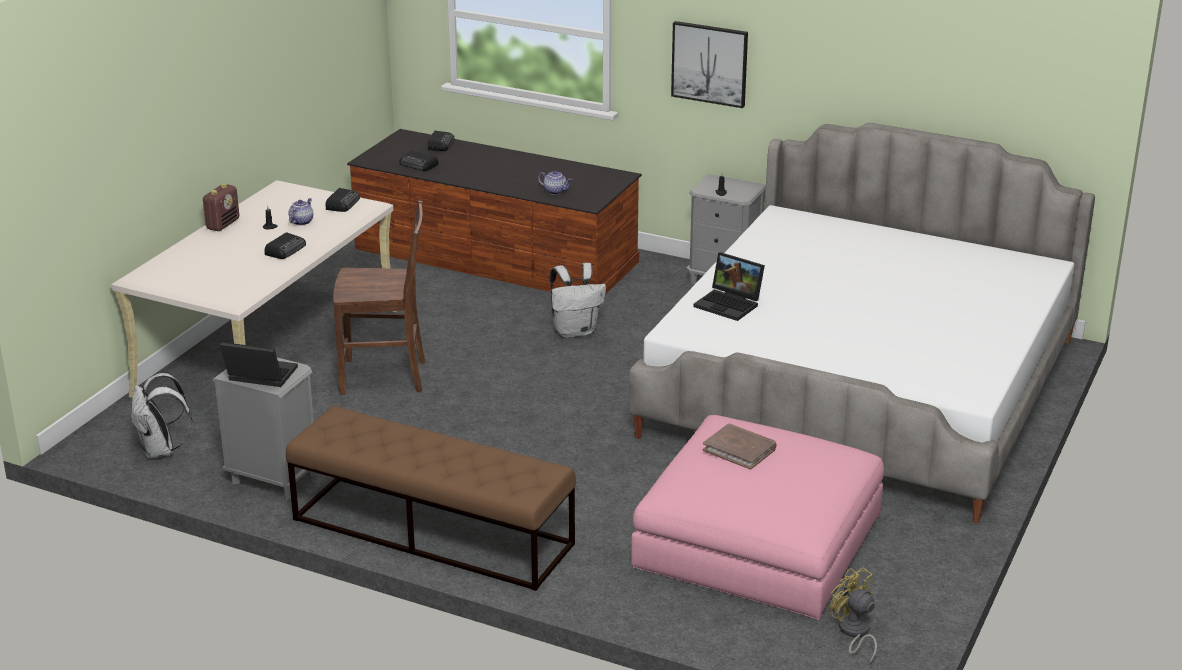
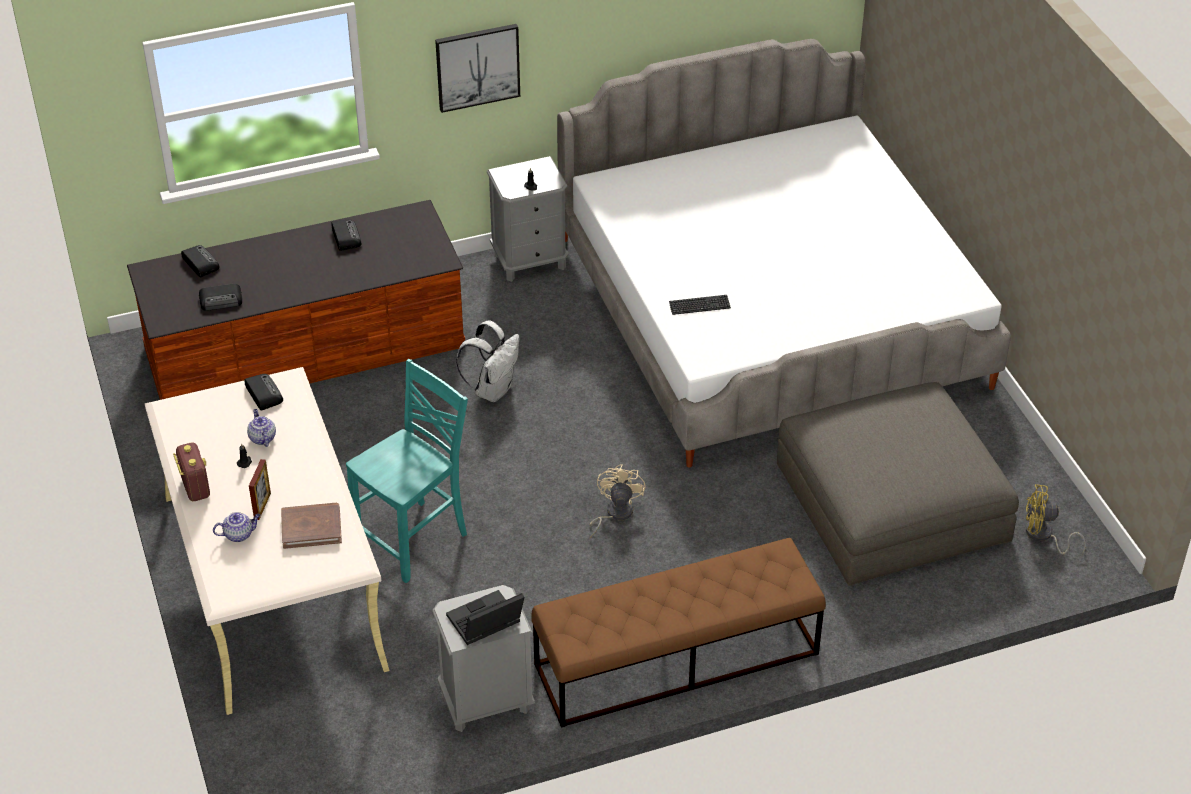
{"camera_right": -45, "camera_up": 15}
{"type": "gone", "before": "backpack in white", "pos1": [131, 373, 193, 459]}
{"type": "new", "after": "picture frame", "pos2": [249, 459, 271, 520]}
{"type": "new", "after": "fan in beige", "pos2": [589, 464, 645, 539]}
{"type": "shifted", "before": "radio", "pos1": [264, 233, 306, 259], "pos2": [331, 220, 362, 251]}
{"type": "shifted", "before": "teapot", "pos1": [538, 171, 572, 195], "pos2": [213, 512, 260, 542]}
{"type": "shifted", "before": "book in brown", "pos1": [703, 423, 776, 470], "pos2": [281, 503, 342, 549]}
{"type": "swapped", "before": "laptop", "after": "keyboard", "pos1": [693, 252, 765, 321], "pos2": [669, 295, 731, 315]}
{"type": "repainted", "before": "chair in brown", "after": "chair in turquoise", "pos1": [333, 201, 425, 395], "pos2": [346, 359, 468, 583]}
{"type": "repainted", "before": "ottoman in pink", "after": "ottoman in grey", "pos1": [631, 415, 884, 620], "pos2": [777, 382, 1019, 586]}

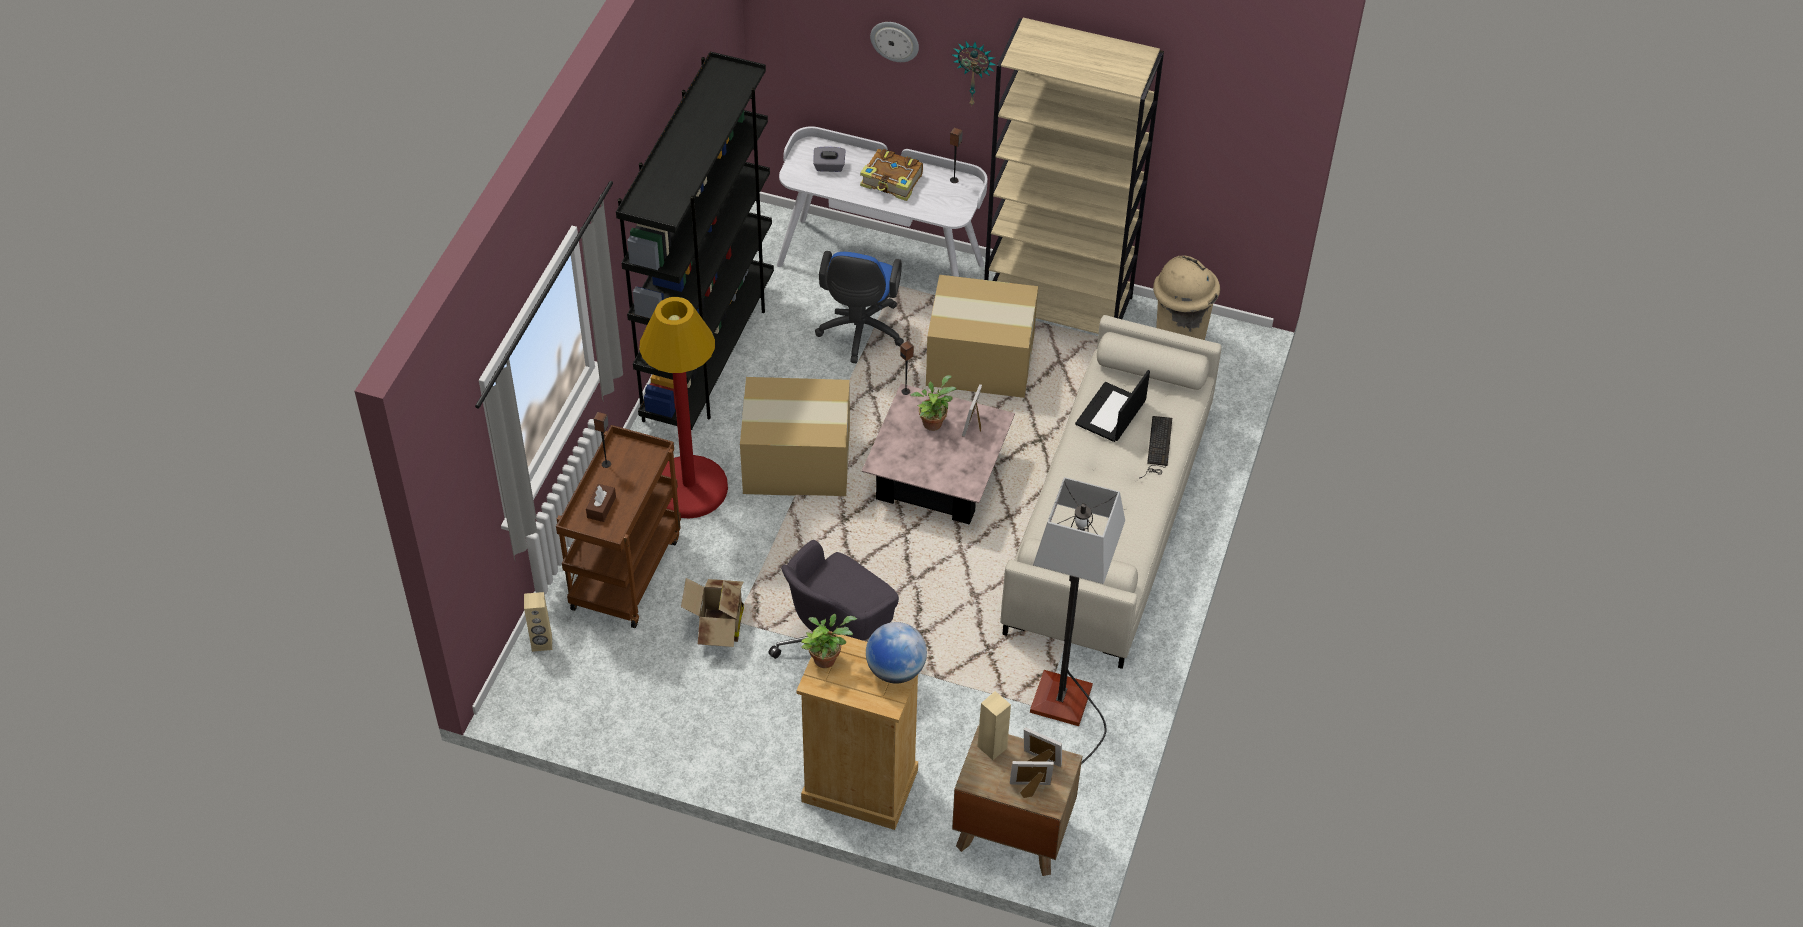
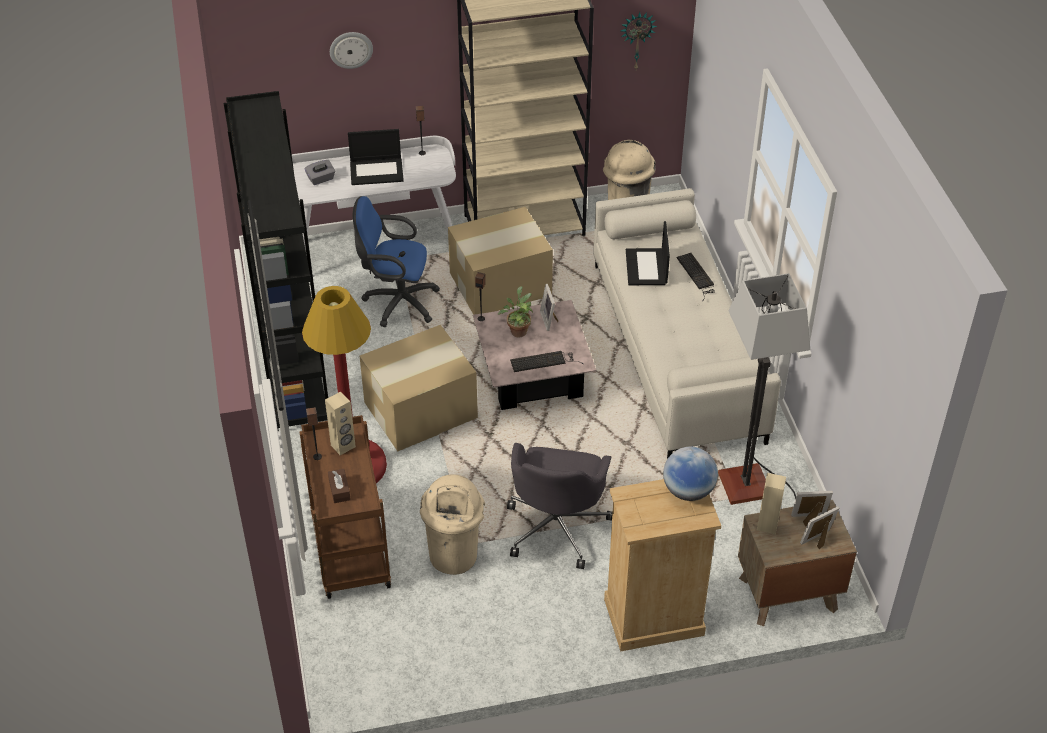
{"camera_right": -30, "camera_up": -5}
{"type": "gone", "before": "potted plant", "pos1": [801, 614, 857, 668]}
{"type": "new", "after": "keyboard", "pos2": [510, 351, 584, 372]}
{"type": "shifted", "before": "speaker in beige", "pos1": [524, 592, 552, 652], "pos2": [325, 392, 356, 455]}
{"type": "shifted", "before": "wall clock", "pos1": [953, 42, 996, 107], "pos2": [621, 12, 657, 69]}
{"type": "swapped", "before": "cardboard box", "after": "trash can in beige", "pos1": [681, 578, 744, 647], "pos2": [420, 474, 485, 575]}
{"type": "swapped", "before": "book", "after": "laptop", "pos1": [860, 149, 923, 201], "pos2": [348, 129, 404, 185]}
{"type": "rotated", "before": "office chair in blue", "pos1": [815, 251, 904, 363], "pos2": [353, 196, 440, 327], "turn": 120}

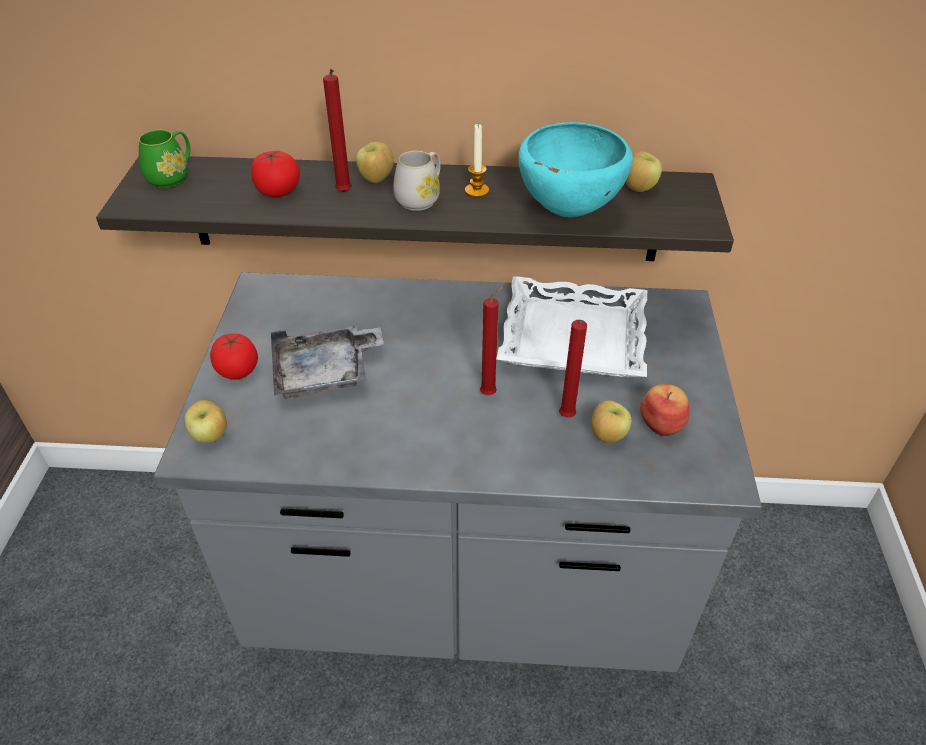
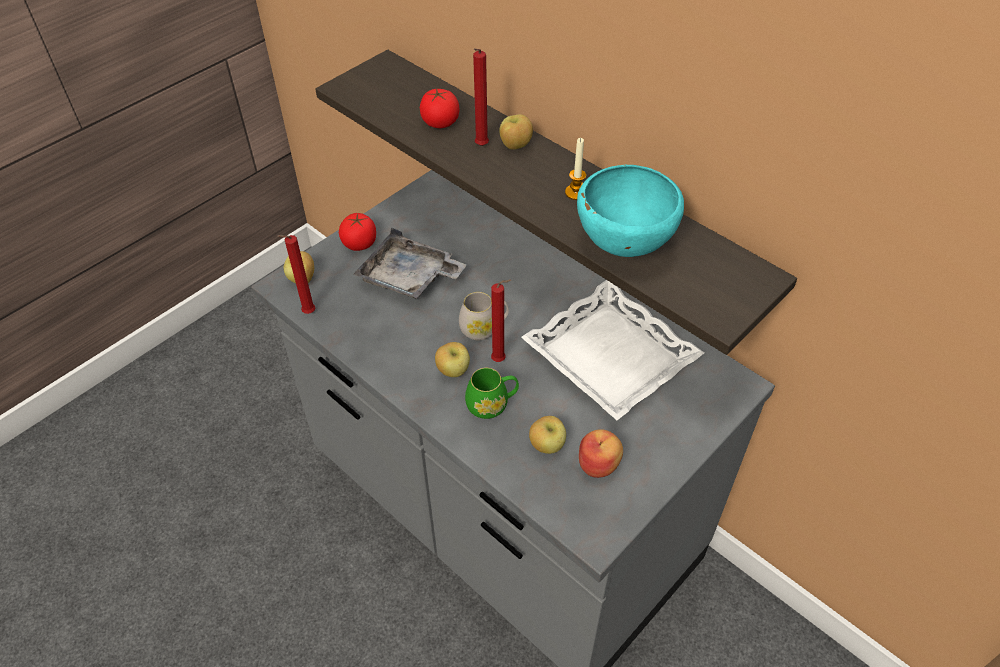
{"camera_right": 40, "camera_up": 5}
{"type": "shifted", "before": "mug in green", "pos1": [139, 130, 191, 188], "pos2": [465, 368, 519, 419]}
{"type": "shifted", "before": "mug in white", "pos1": [393, 150, 441, 211], "pos2": [459, 292, 509, 340]}
{"type": "shifted", "before": "candle in red", "pos1": [559, 320, 587, 417], "pos2": [277, 235, 315, 314]}
{"type": "shifted", "before": "apple", "pos1": [626, 151, 662, 192], "pos2": [435, 342, 470, 377]}

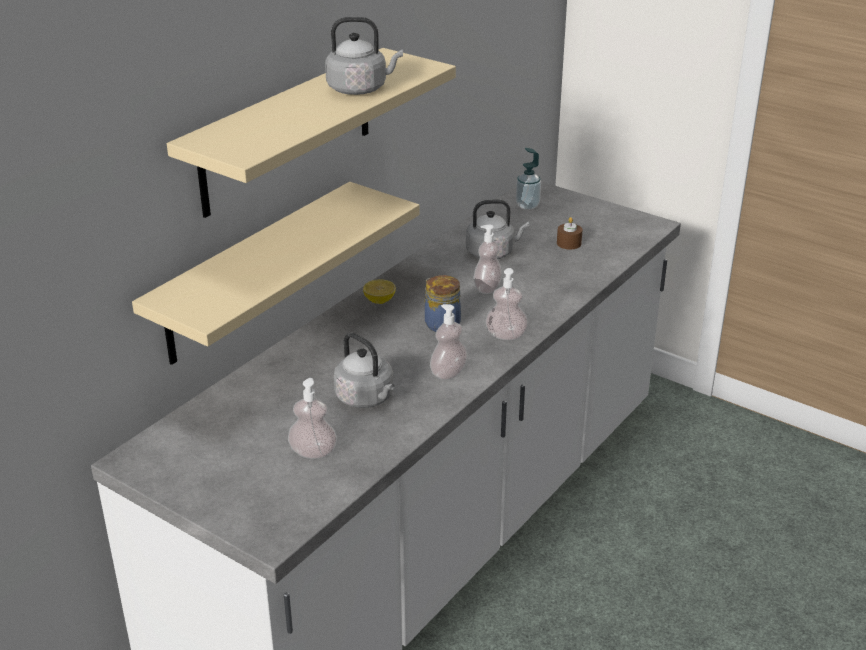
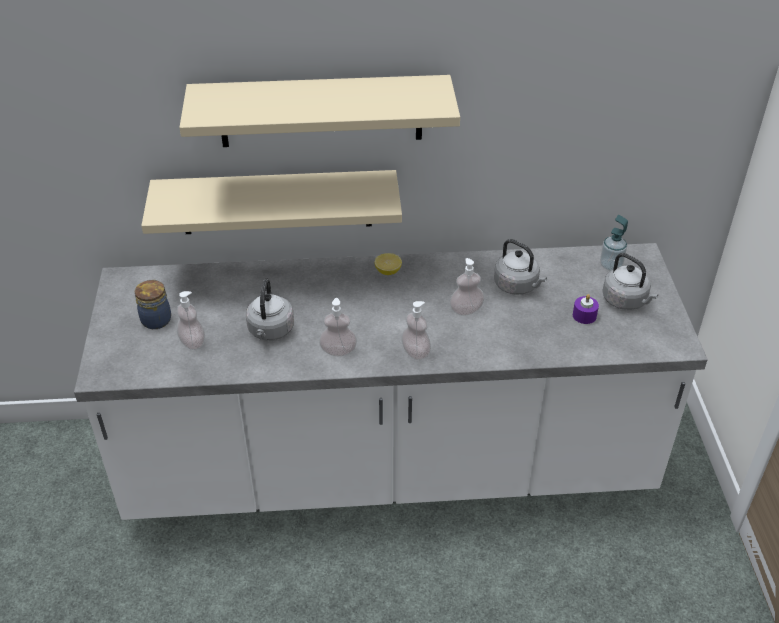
{"camera_right": 50, "camera_up": 10}
{"type": "shifted", "before": "kettle in grey", "pos1": [325, 17, 403, 95], "pos2": [602, 253, 658, 310]}
{"type": "shifted", "before": "jar", "pos1": [425, 275, 461, 332], "pos2": [135, 279, 171, 329]}
{"type": "repainted", "before": "candle in brown", "after": "candle in purple", "pos1": [557, 217, 582, 250], "pos2": [573, 294, 599, 324]}

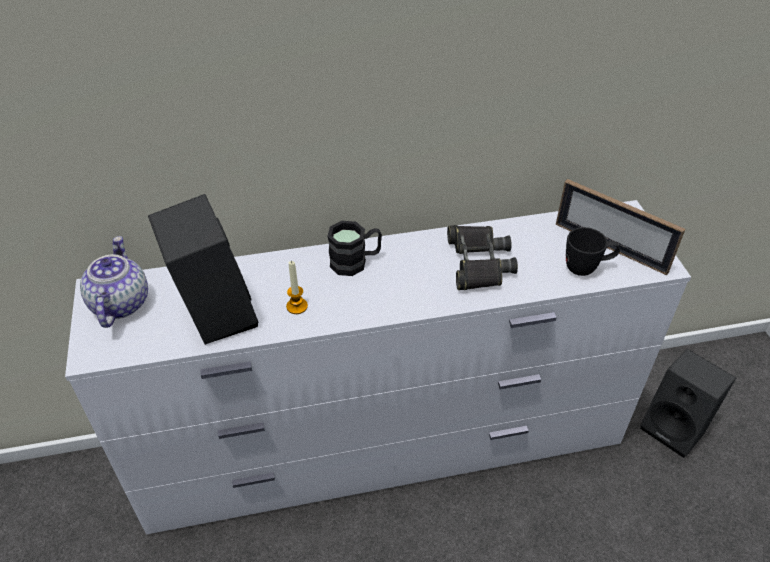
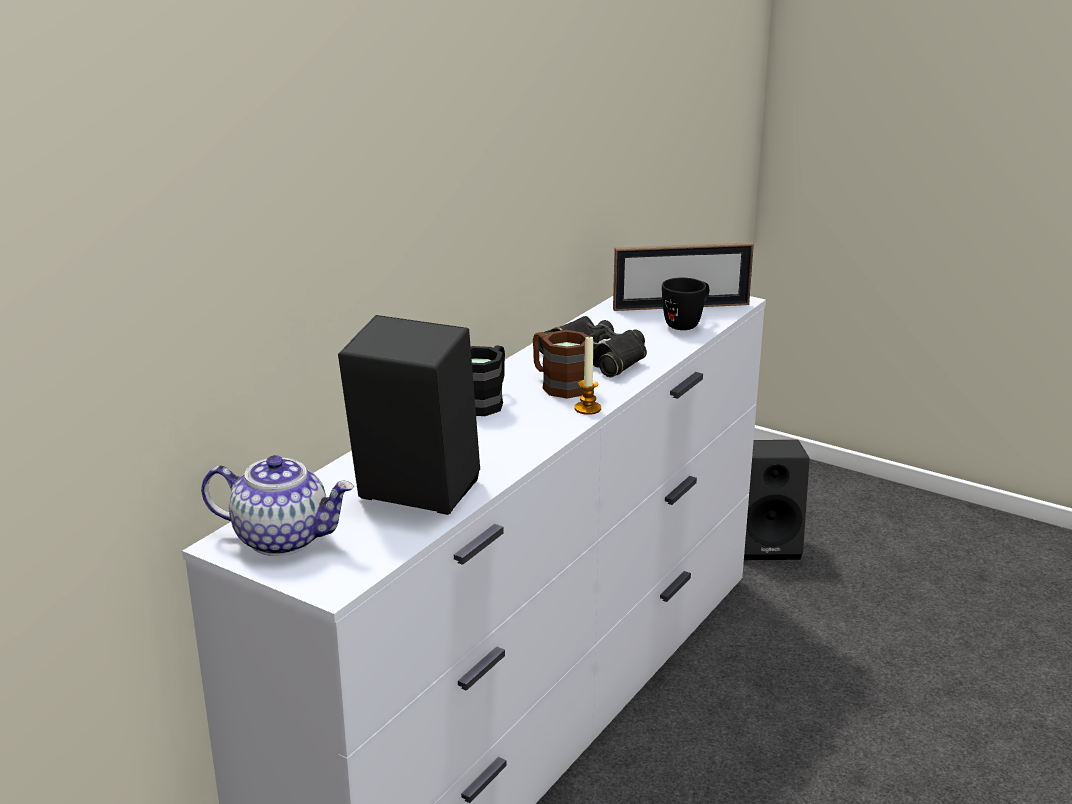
{"camera_right": -45, "camera_up": -20}
{"type": "new", "after": "mug in brown", "pos2": [533, 330, 588, 398]}
{"type": "shifted", "before": "candle", "pos1": [286, 261, 308, 314], "pos2": [575, 335, 601, 415]}
{"type": "rotated", "before": "teapot", "pos1": [80, 236, 148, 328], "pos2": [201, 455, 355, 556], "turn": 150}

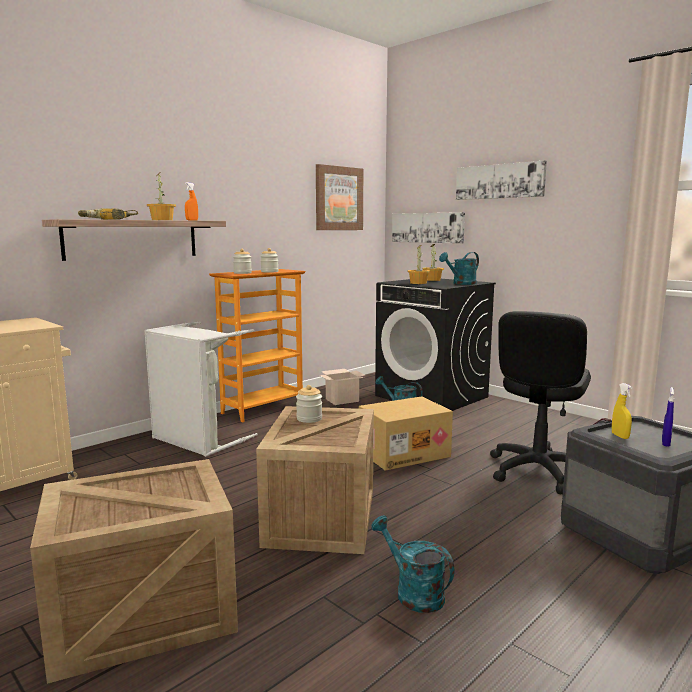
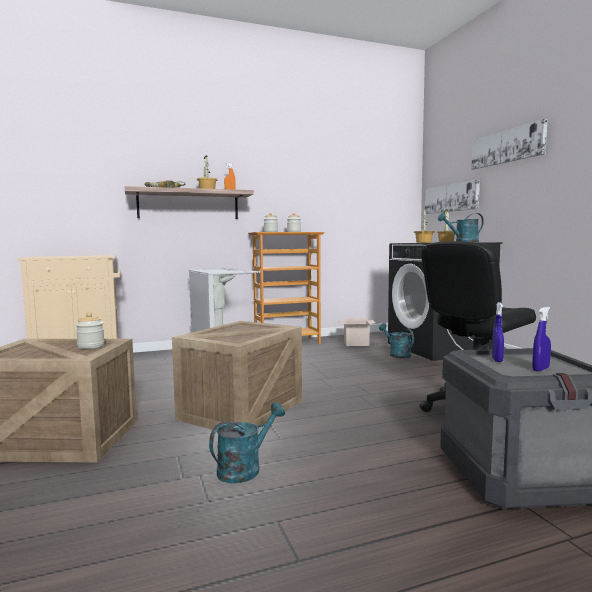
{"camera_right": 25, "camera_up": -5}
{"type": "gone", "before": "picture", "pos1": [316, 164, 363, 230]}
{"type": "gone", "before": "cardboard box", "pos1": [359, 396, 453, 471]}
{"type": "shifted", "before": "jar", "pos1": [296, 385, 322, 423], "pos2": [76, 312, 105, 349]}
{"type": "repainted", "before": "spray bottle in yellow", "after": "spray bottle in blue", "pos1": [612, 383, 633, 439], "pos2": [492, 302, 504, 362]}
{"type": "rotated", "before": "watering can in turquoise", "pos1": [371, 515, 454, 613], "pos2": [209, 402, 285, 483], "turn": 60}

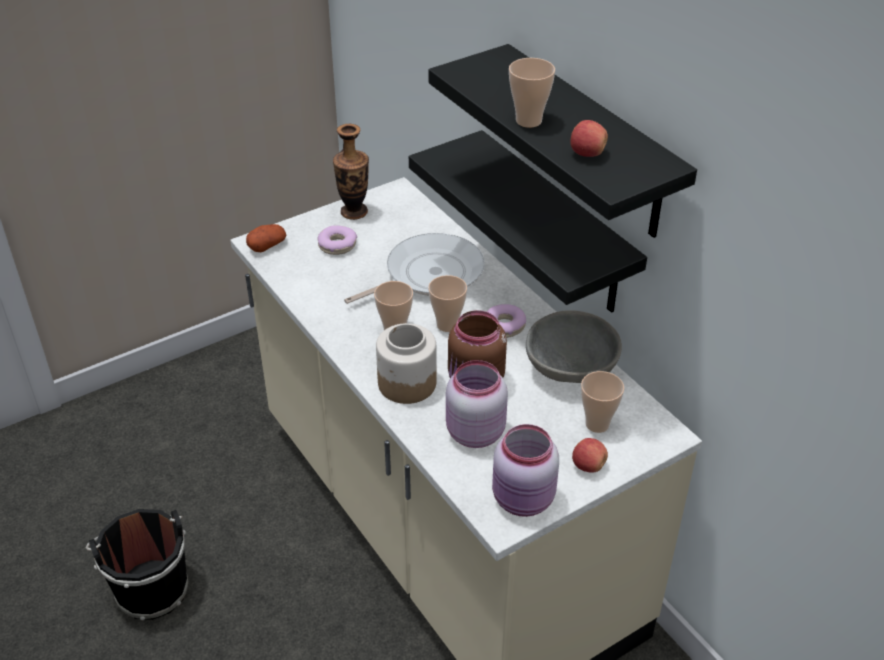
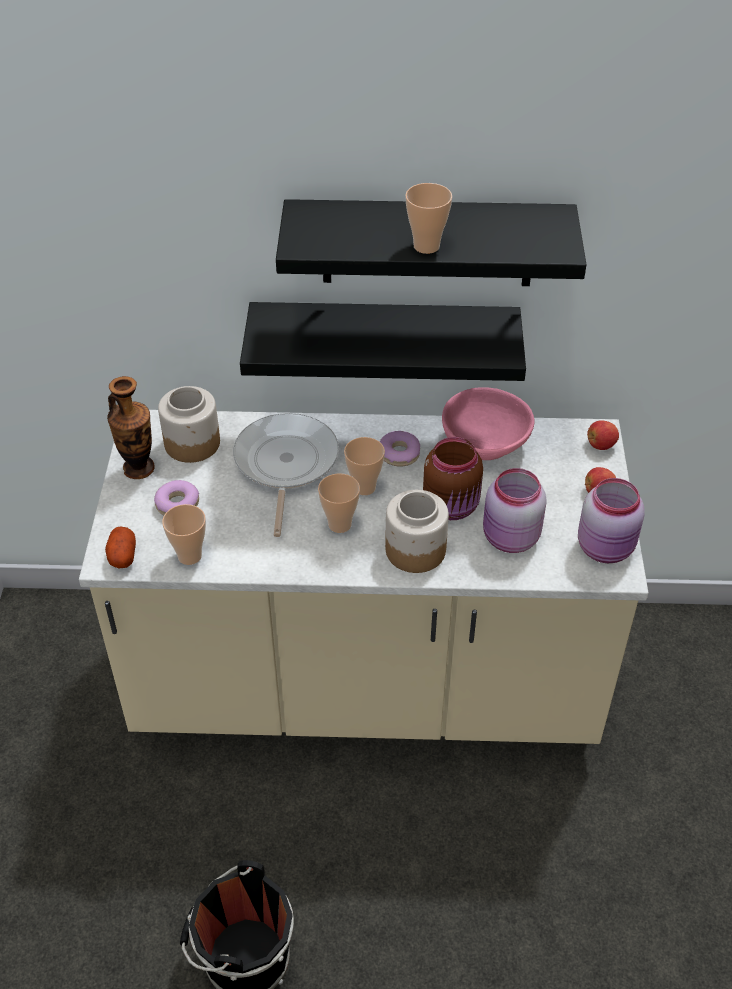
{"camera_right": -55, "camera_up": 5}
{"type": "new", "after": "jar", "pos2": [158, 386, 220, 463]}
{"type": "shifted", "before": "apple", "pos1": [570, 120, 608, 157], "pos2": [587, 420, 619, 450]}
{"type": "shifted", "before": "cup", "pos1": [581, 371, 625, 433], "pos2": [162, 504, 206, 565]}
{"type": "repainted", "before": "bowl in grey", "after": "bowl in pink", "pos1": [526, 310, 622, 383], "pos2": [442, 387, 535, 460]}

